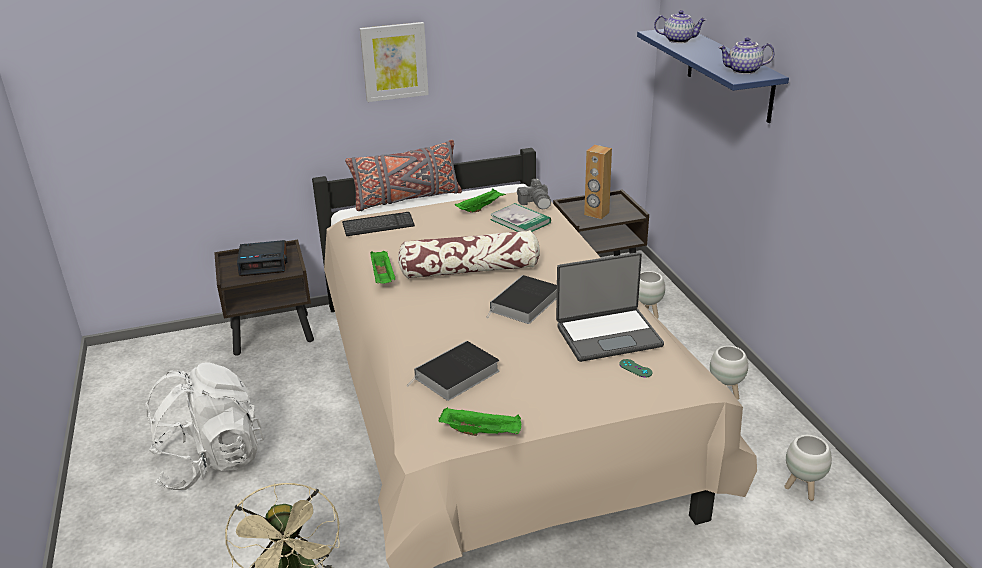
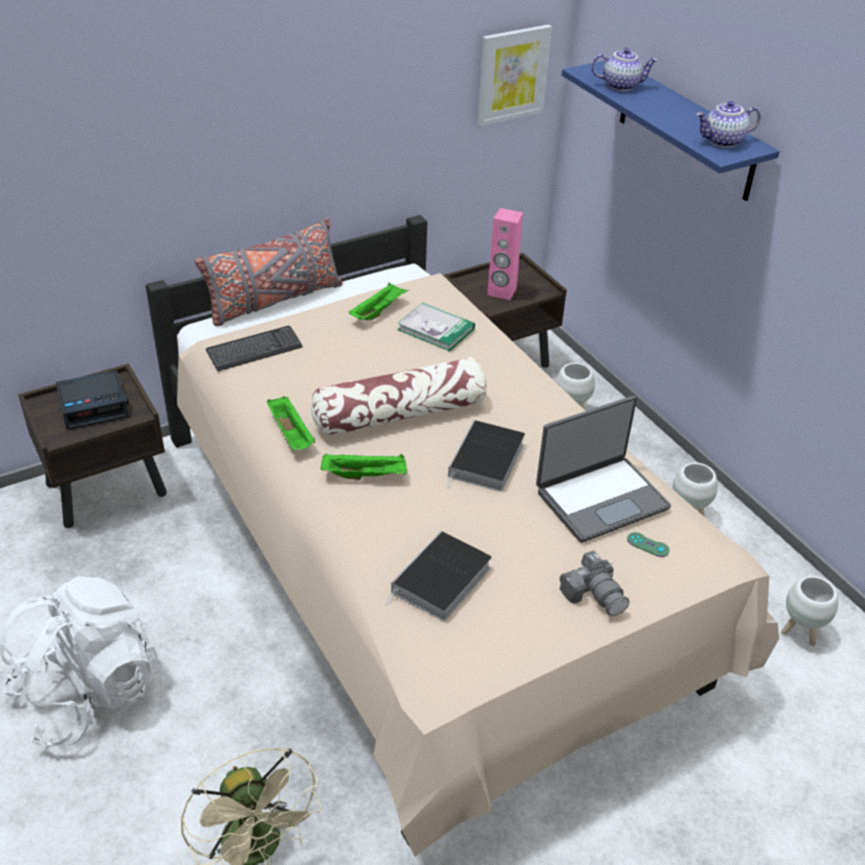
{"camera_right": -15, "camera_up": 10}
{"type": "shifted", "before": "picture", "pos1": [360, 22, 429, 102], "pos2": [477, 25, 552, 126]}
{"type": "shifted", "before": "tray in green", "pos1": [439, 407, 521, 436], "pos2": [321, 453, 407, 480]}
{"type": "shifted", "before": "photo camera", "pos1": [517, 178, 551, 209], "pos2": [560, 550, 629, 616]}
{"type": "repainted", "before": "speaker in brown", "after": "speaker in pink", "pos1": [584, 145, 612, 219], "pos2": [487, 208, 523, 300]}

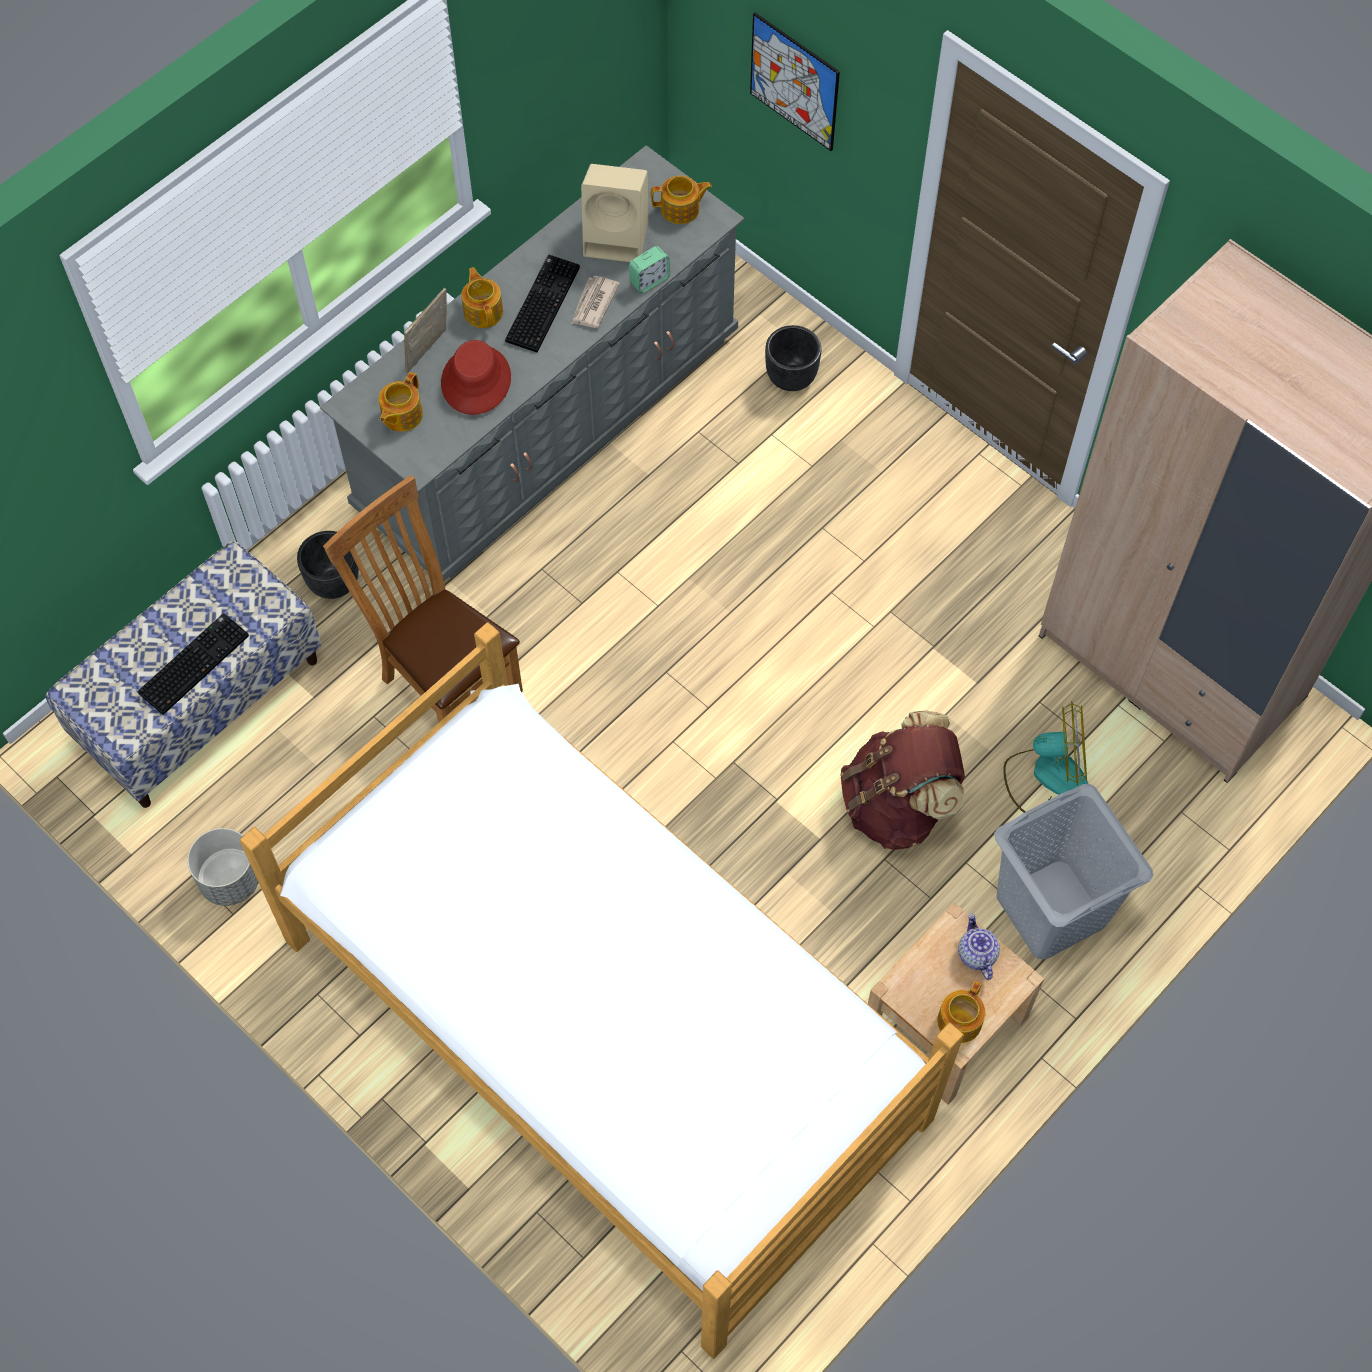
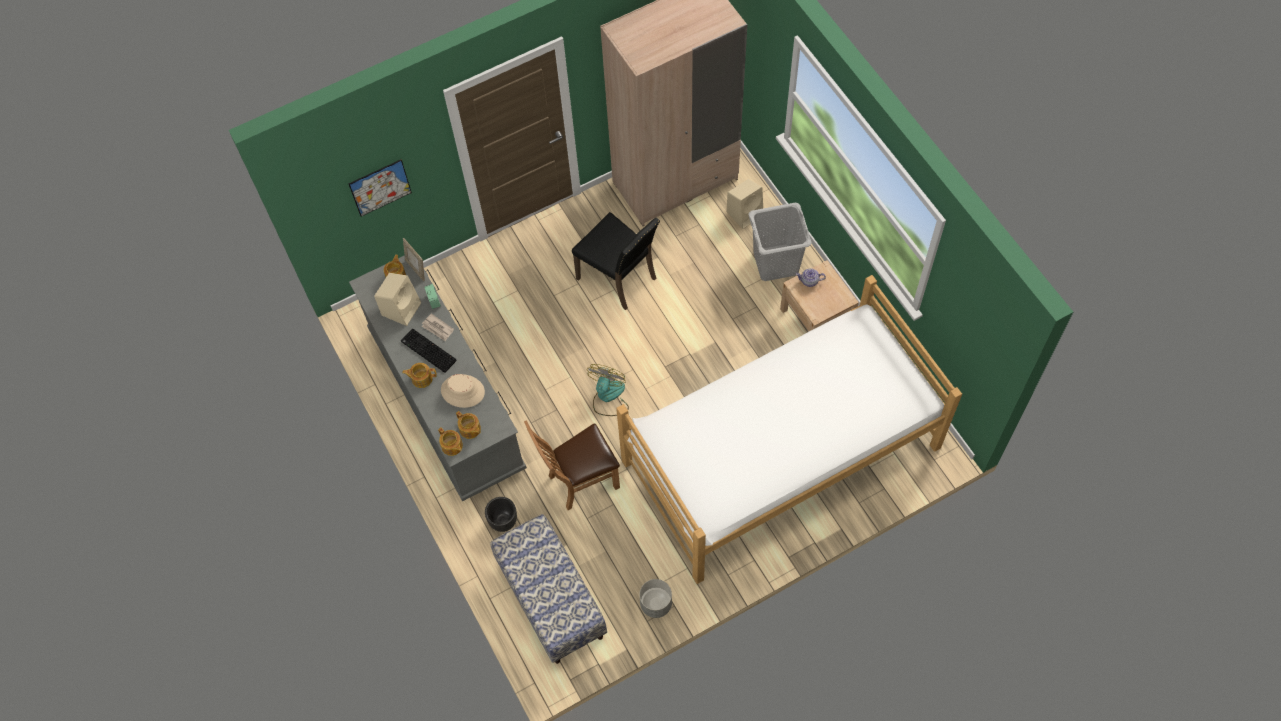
{"camera_right": -70, "camera_up": 0}
{"type": "gone", "before": "keyboard", "pos1": [138, 613, 249, 715]}
{"type": "gone", "before": "planter in black", "pos1": [765, 325, 821, 391]}
{"type": "gone", "before": "backpack in brown", "pos1": [840, 711, 965, 850]}
{"type": "new", "after": "chair in black", "pos2": [572, 212, 660, 310]}
{"type": "new", "after": "speaker in beige", "pos2": [727, 179, 763, 229]}
{"type": "shifted", "before": "picture frame", "pos1": [404, 288, 447, 373], "pos2": [403, 238, 425, 281]}
{"type": "shifted", "before": "teapot", "pos1": [937, 981, 985, 1043], "pos2": [438, 427, 463, 456]}
{"type": "shifted", "before": "fan", "pos1": [1003, 701, 1088, 813], "pos2": [587, 364, 629, 416]}
{"type": "repainted", "before": "hat in red", "after": "hat in beige", "pos1": [441, 340, 511, 415], "pos2": [441, 374, 485, 408]}

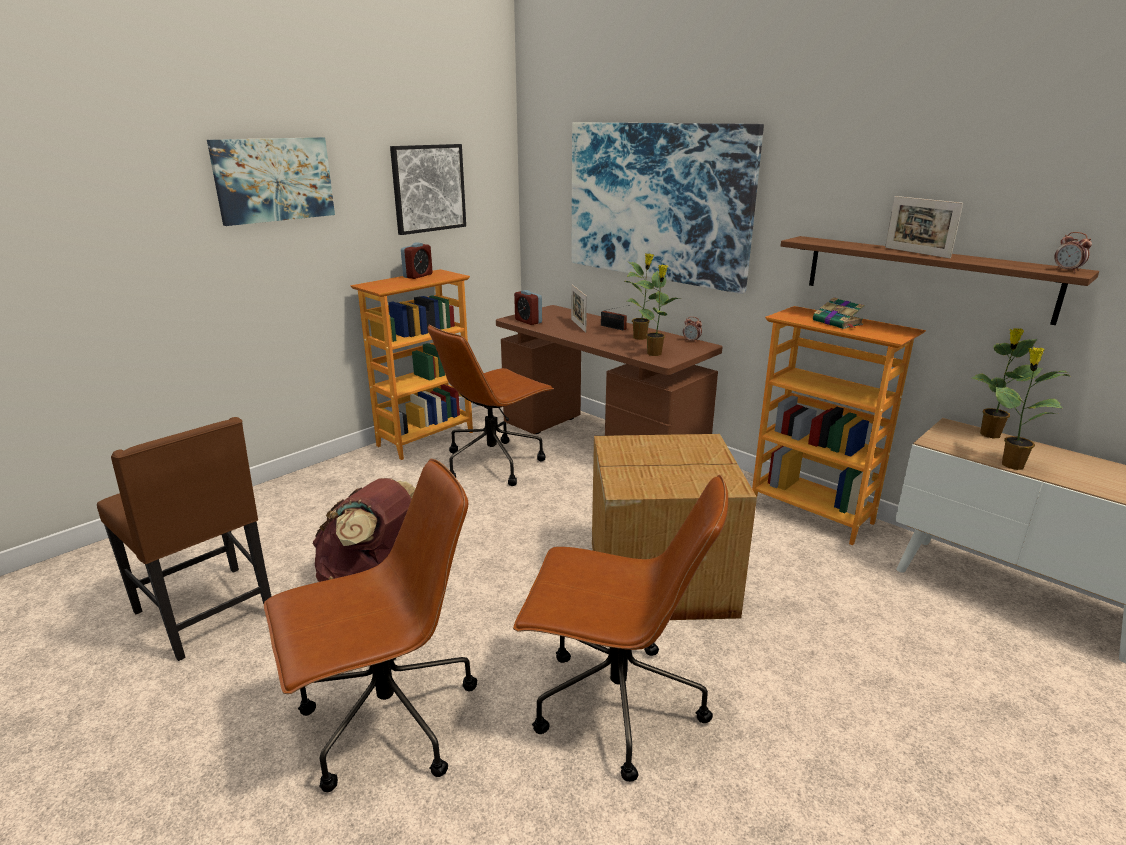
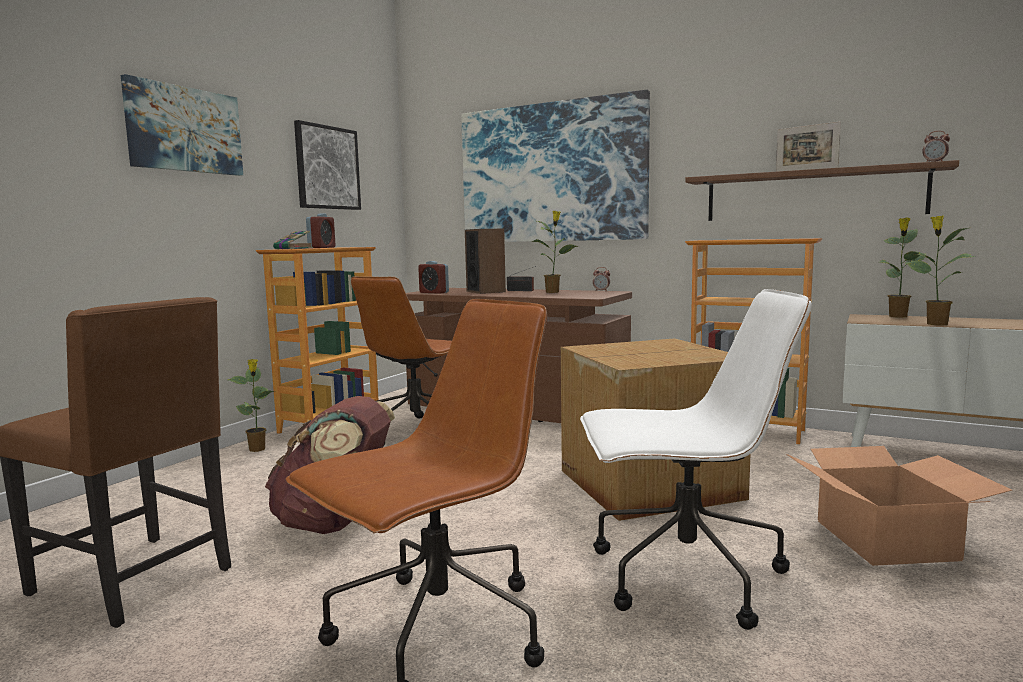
{"camera_right": -15, "camera_up": -15}
{"type": "new", "after": "cardboard box", "pos2": [786, 446, 1012, 566]}
{"type": "shifted", "before": "potted plant", "pos1": [634, 264, 680, 356], "pos2": [228, 359, 276, 452]}
{"type": "shifted", "before": "book", "pos1": [813, 297, 865, 329], "pos2": [273, 231, 313, 249]}
{"type": "swapped", "before": "picture frame", "after": "speaker", "pos1": [571, 285, 587, 333], "pos2": [465, 229, 506, 294]}
{"type": "repainted", "before": "office chair in brown", "after": "office chair in white", "pos1": [513, 474, 728, 782], "pos2": [580, 289, 812, 630]}

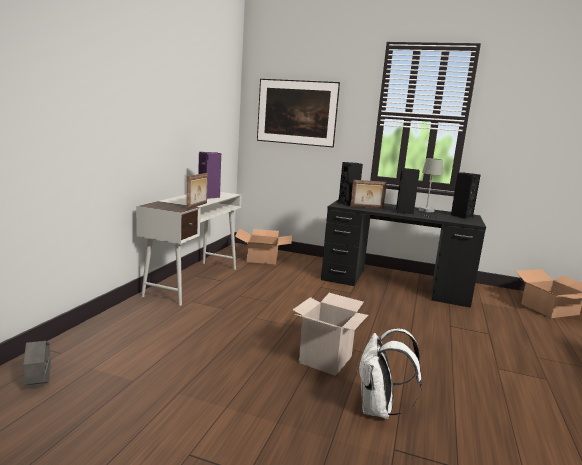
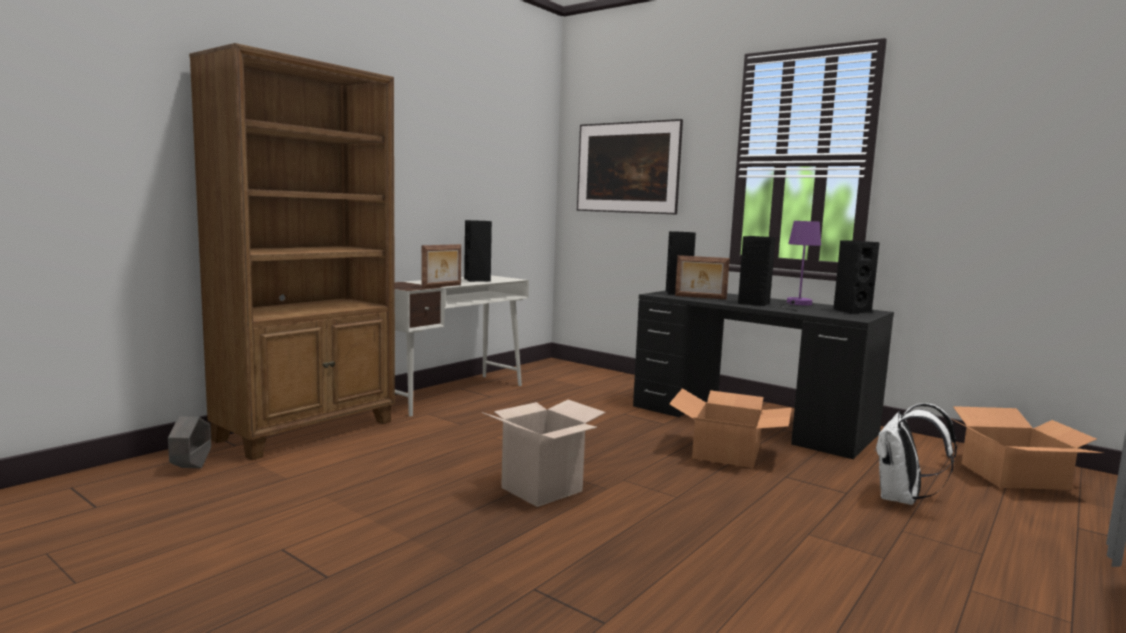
{"camera_right": 20, "camera_up": -5}
{"type": "new", "after": "bookcase in brown", "pos2": [189, 43, 395, 460]}
{"type": "shifted", "before": "cardboard box", "pos1": [235, 229, 292, 264], "pos2": [669, 388, 792, 468]}
{"type": "shifted", "before": "backpack in white", "pos1": [357, 329, 422, 419], "pos2": [874, 403, 957, 505]}
{"type": "repainted", "before": "speaker in purple", "after": "speaker in black", "pos1": [198, 152, 221, 199], "pos2": [464, 220, 492, 282]}
{"type": "repainted", "before": "table lamp in grey", "after": "table lamp in purple", "pos1": [419, 158, 442, 218], "pos2": [779, 221, 821, 311]}

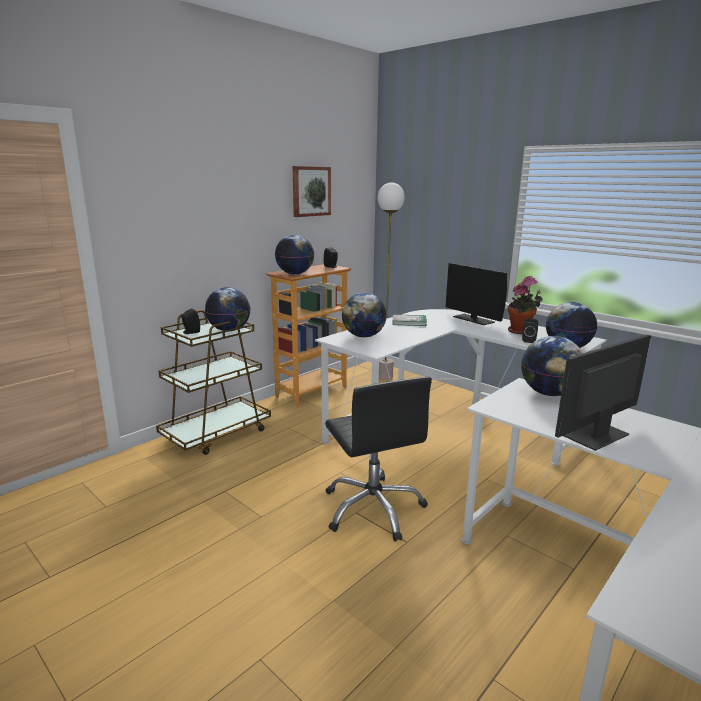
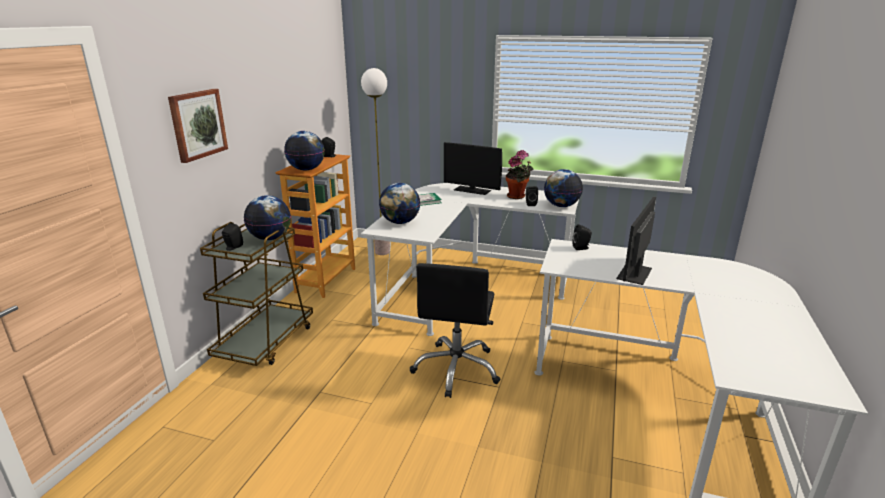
{"camera_right": -25, "camera_up": 5}
{"type": "shifted", "before": "picture", "pos1": [293, 166, 331, 217], "pos2": [168, 89, 228, 163]}
{"type": "swapped", "before": "globe", "after": "speaker in black", "pos1": [521, 336, 583, 396], "pos2": [573, 224, 592, 250]}
{"type": "rotated", "before": "office chair in black", "pos1": [325, 377, 432, 542], "pos2": [410, 263, 501, 398], "turn": 60}

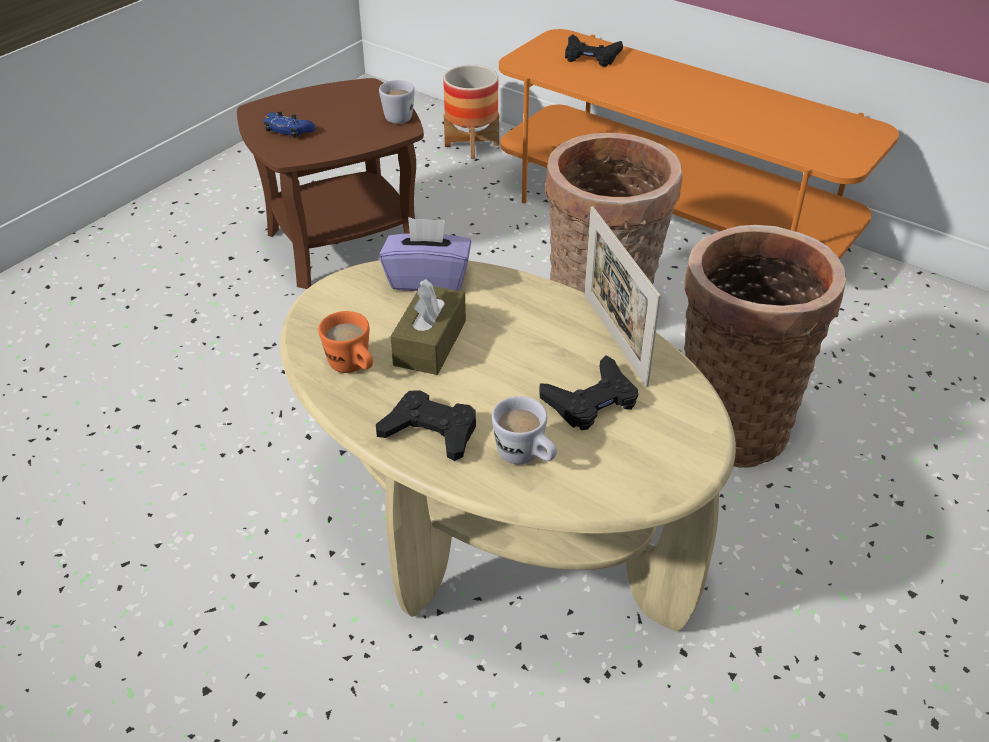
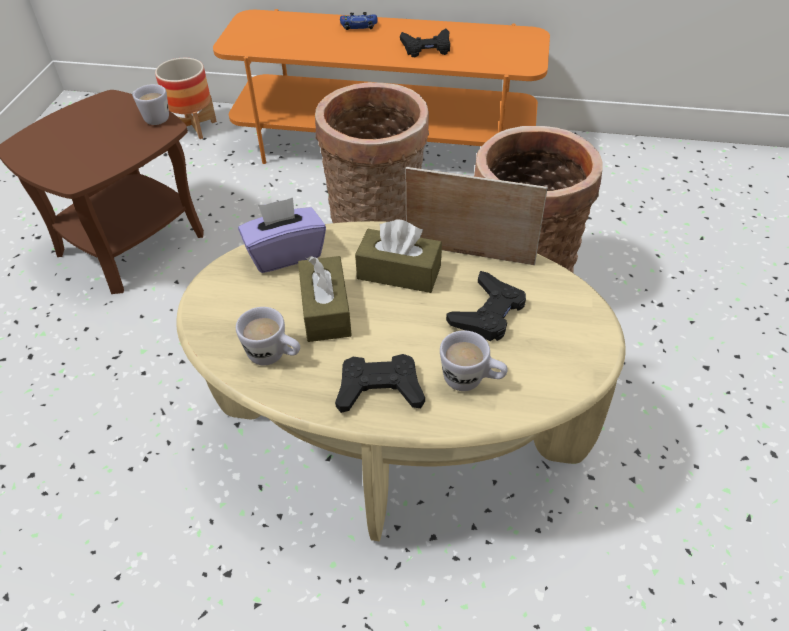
{"camera_right": -25, "camera_up": 5}
{"type": "new", "after": "tissue box in brown", "pos2": [355, 219, 442, 293]}
{"type": "shifted", "before": "game controller in blue", "pos1": [264, 111, 316, 138], "pos2": [340, 12, 378, 30]}
{"type": "shifted", "before": "game controller in black", "pos1": [565, 34, 623, 67], "pos2": [400, 29, 450, 57]}
{"type": "repainted", "before": "mug in orange", "after": "mug in white", "pos1": [318, 311, 373, 373], "pos2": [236, 307, 300, 365]}
{"type": "rotated", "before": "picture frame", "pos1": [584, 206, 661, 387], "pos2": [406, 167, 548, 265], "turn": 150}

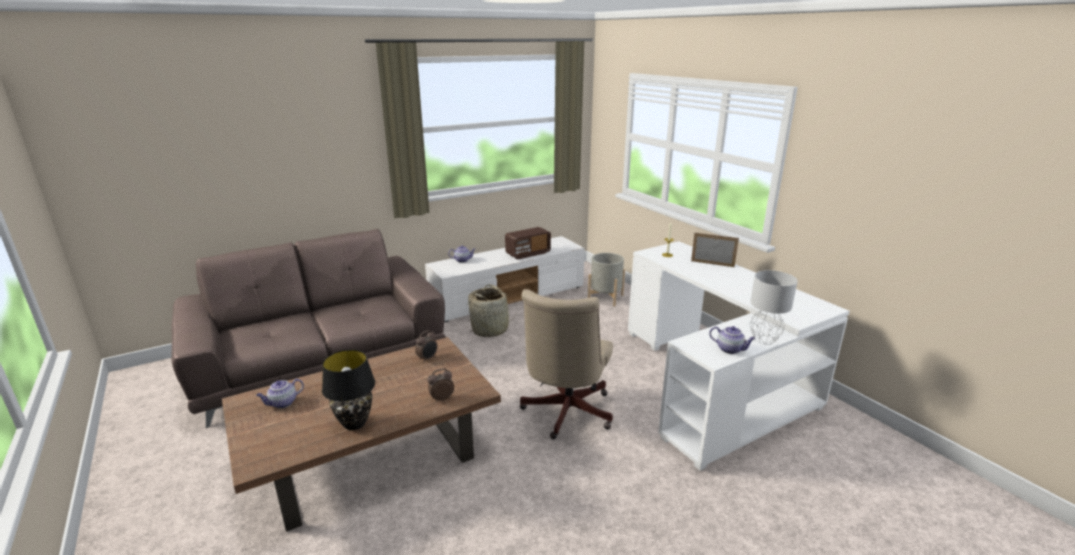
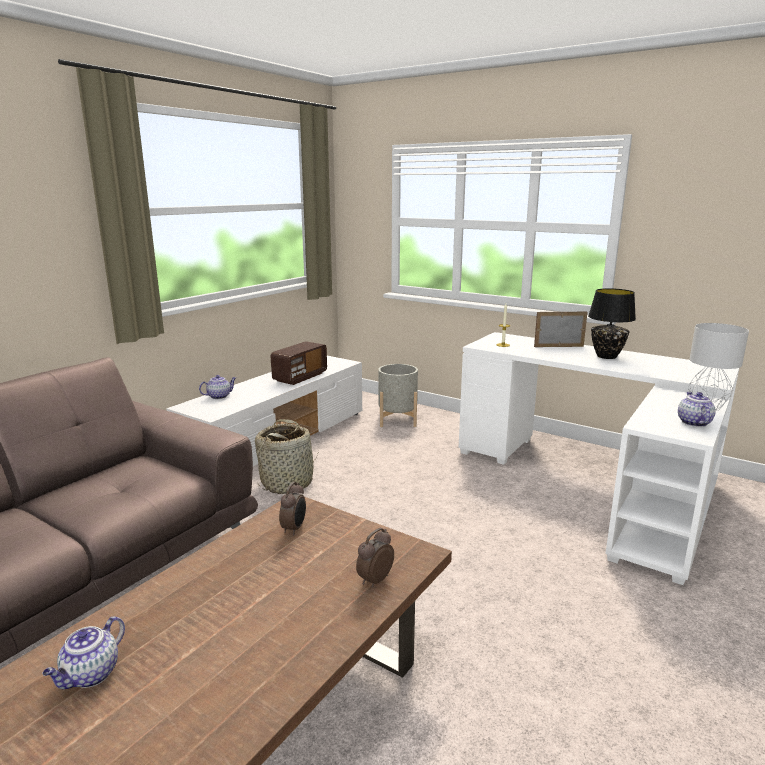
{"camera_right": -25, "camera_up": -5}
{"type": "gone", "before": "office chair in beige", "pos1": [520, 289, 613, 439]}
{"type": "shifted", "before": "table lamp in black", "pos1": [322, 350, 375, 430], "pos2": [588, 288, 636, 359]}
{"type": "rotated", "before": "teapot", "pos1": [709, 326, 755, 354], "pos2": [678, 392, 716, 427], "turn": -90}

